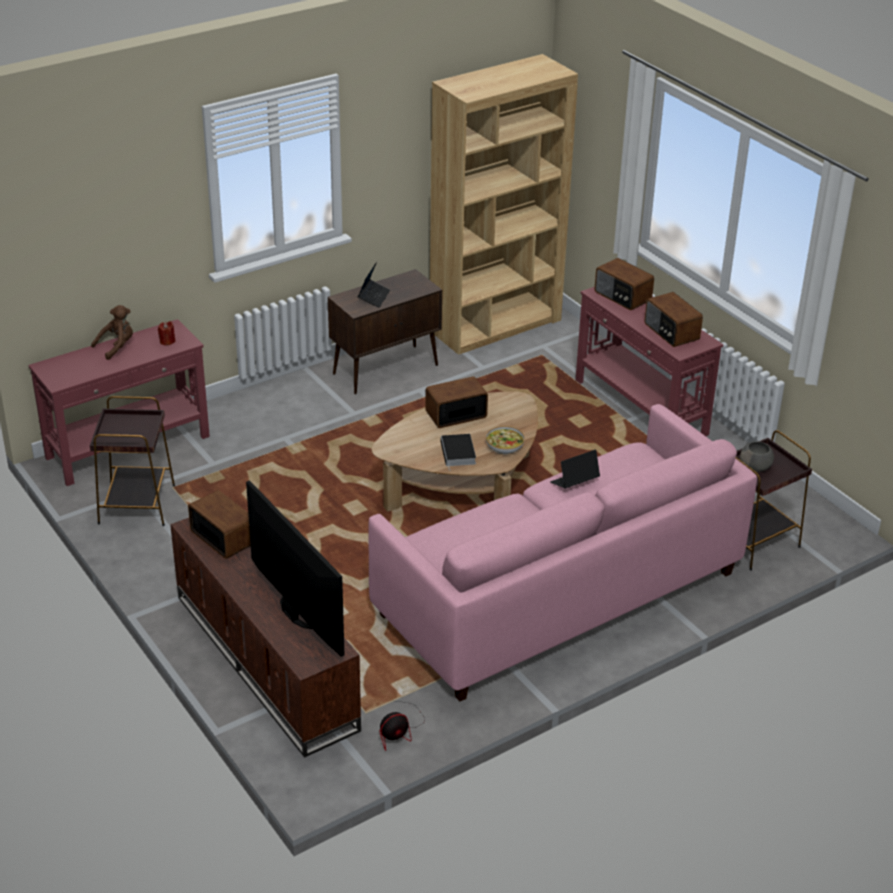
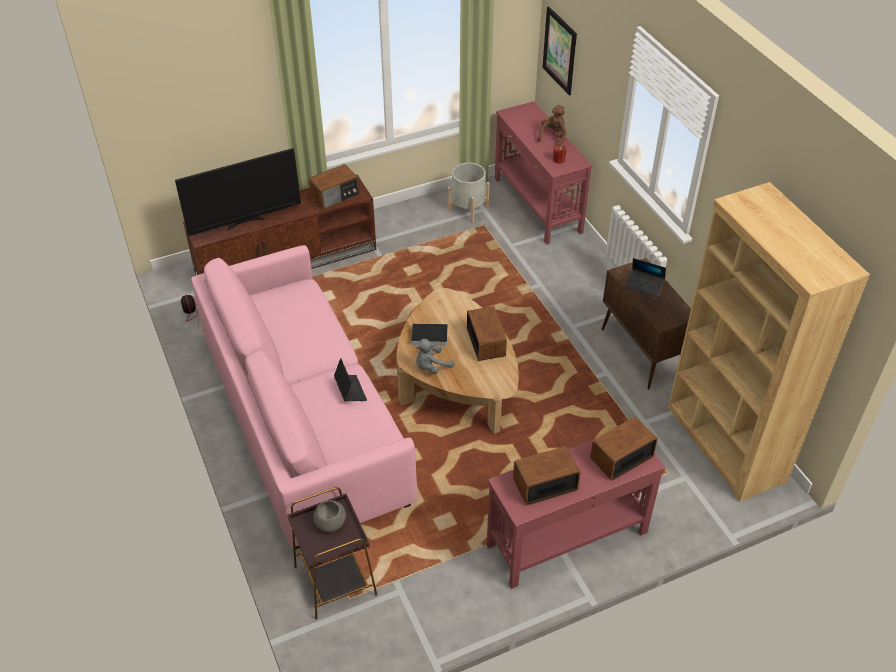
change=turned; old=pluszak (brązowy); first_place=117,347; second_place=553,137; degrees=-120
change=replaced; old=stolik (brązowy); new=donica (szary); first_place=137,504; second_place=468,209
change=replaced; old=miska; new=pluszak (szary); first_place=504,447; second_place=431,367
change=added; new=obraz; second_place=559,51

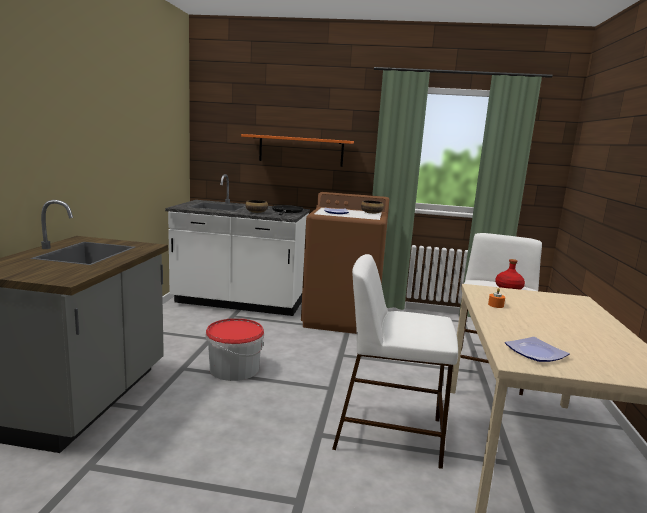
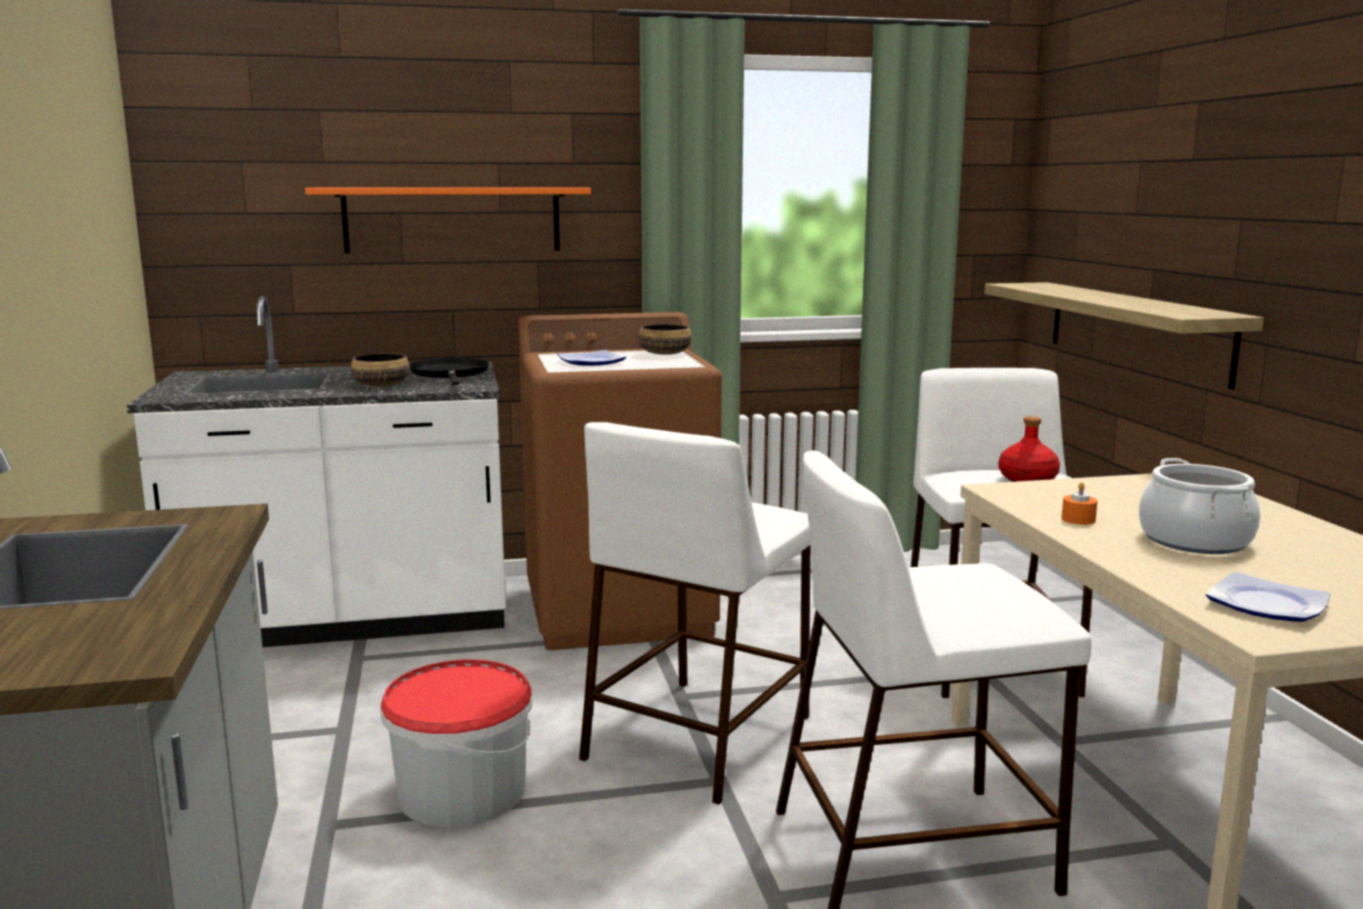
change=added; new=półka; second_place=1136,330
change=added; new=stołek (biały); second_place=699,735
change=added; new=garnek; second_place=1194,541

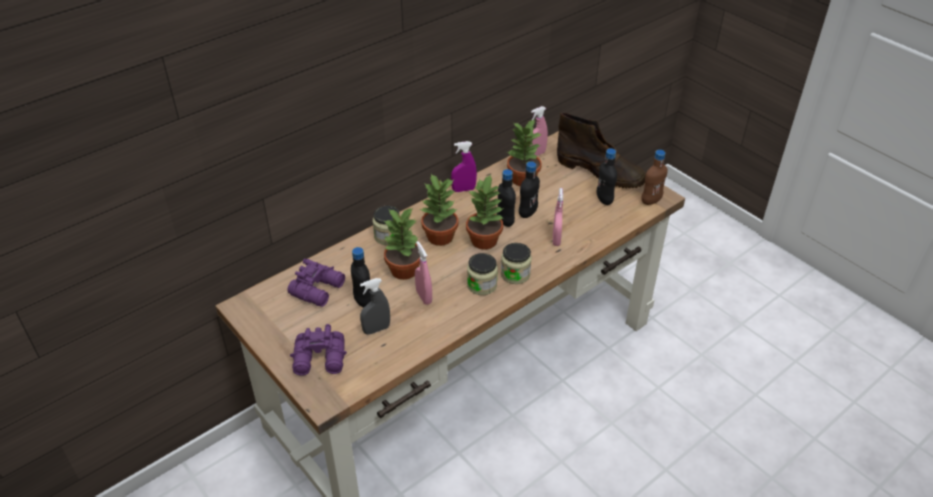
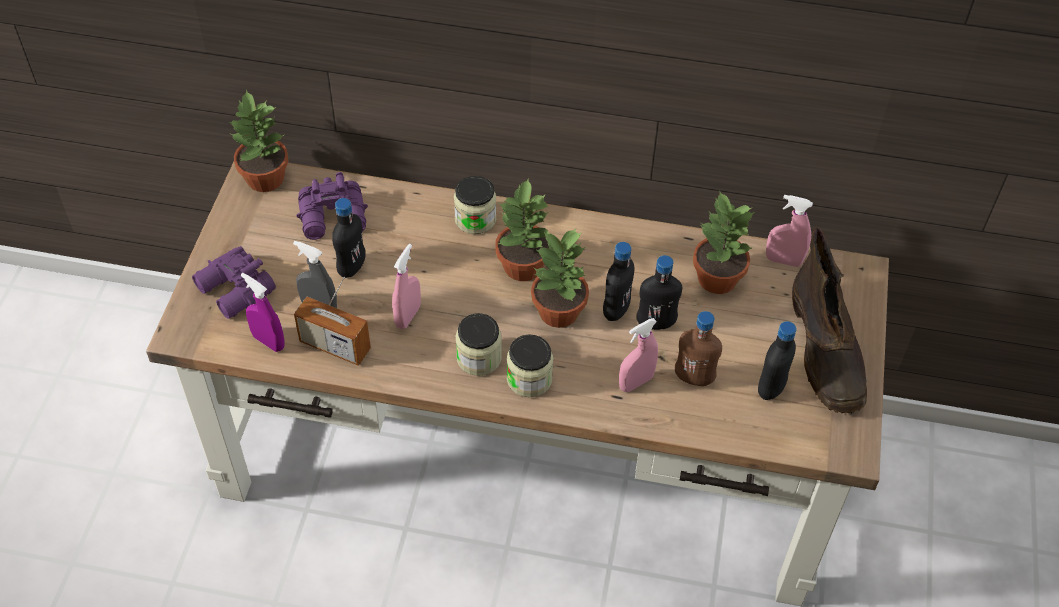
change=moved; old=spryskiwacz (fioletowy); first_place=463,189; second_place=268,341
change=moved; old=butelka (brązowy); first_place=651,201; second_place=694,378
change=moved; old=roślina doniczkowa; first_place=404,270; second_place=265,179
change=added; new=radio; second_place=335,346

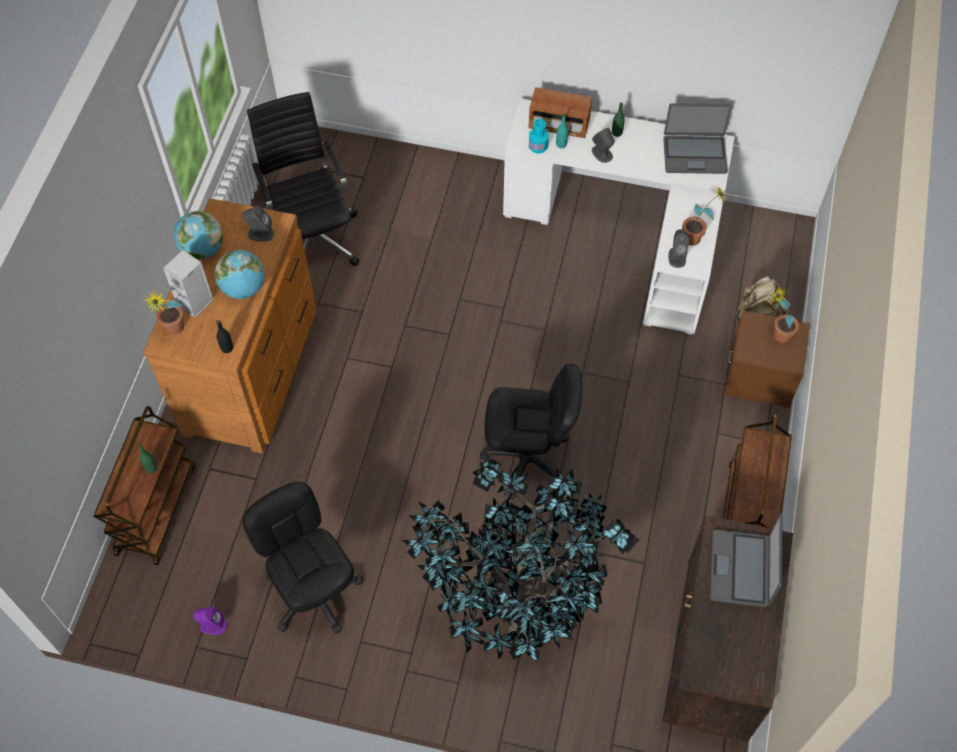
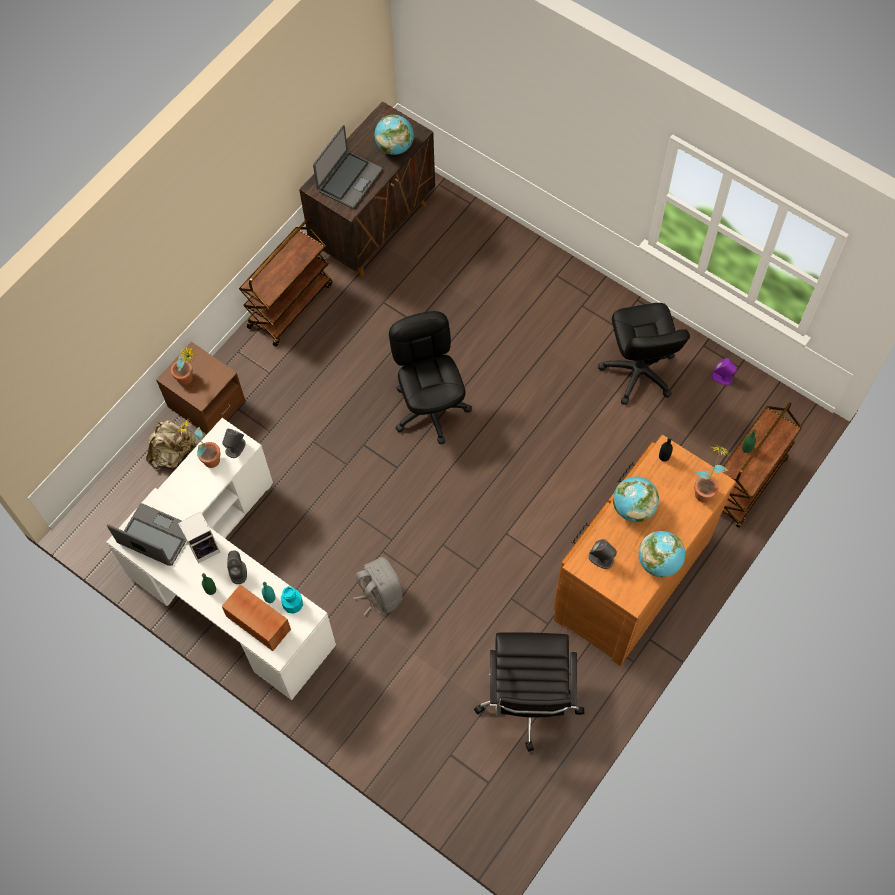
change=moved; old=głośnik; first_place=194,304; second_place=205,547
change=turned; old=krzesło biurowe (czarny); first_place=527,460; second_place=430,409; degrees=45
change=removed; old=roślina doniczkowa; first_place=516,617
change=added; new=globus; second_place=395,147
change=added; new=plecak (szary); second_place=380,594

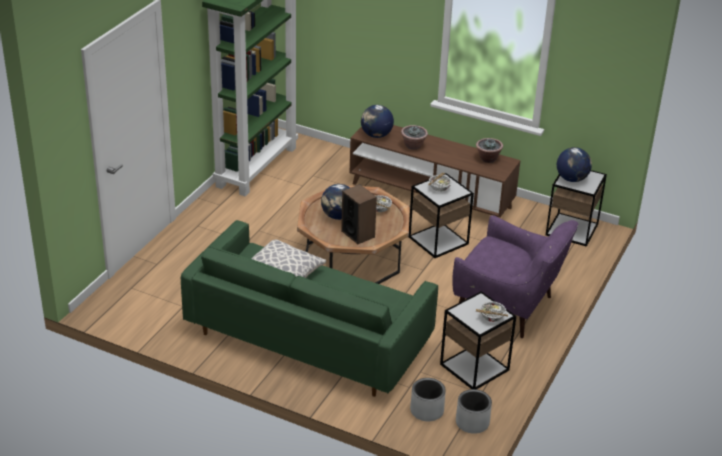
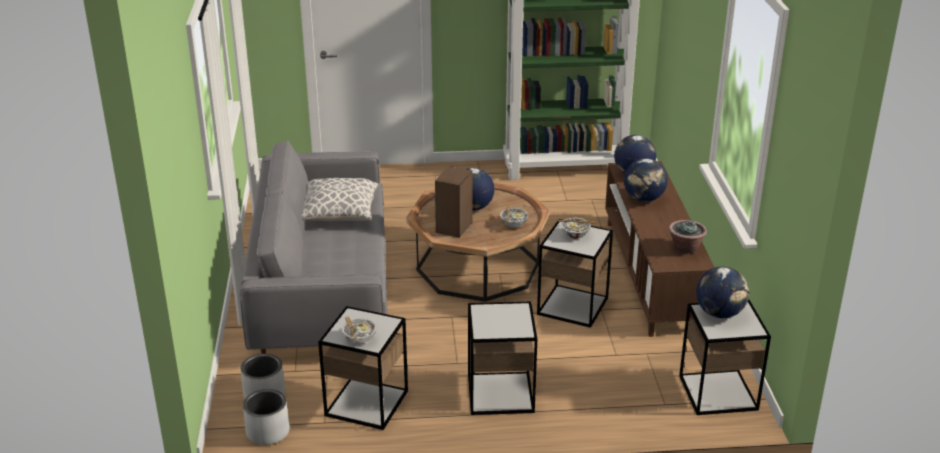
change=replaced; old=roślina doniczkowa; new=globus; first_place=413,146; second_place=644,199
change=replaced; old=fotel (fioletowy); new=stolik; first_place=509,308; second_place=500,393
change=recoloured; old=kanapa (zielony); new=kanapa (szary); first_place=309,337; second_place=323,287

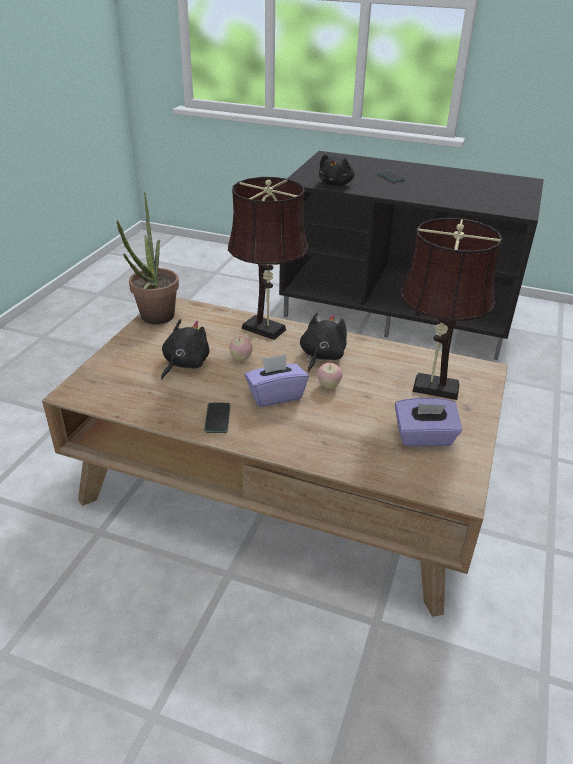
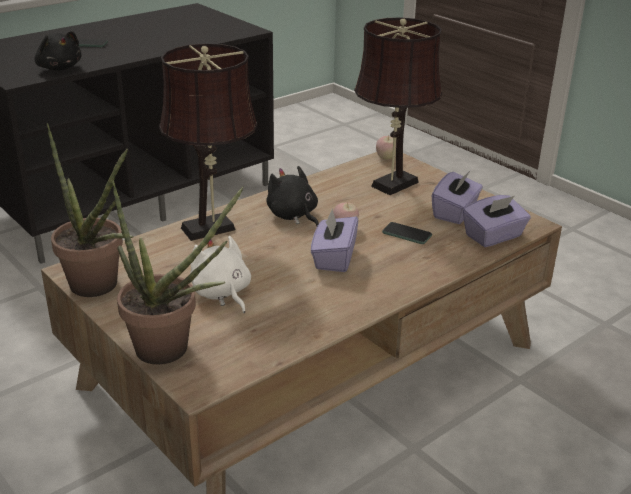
change=recoloured; old=pluszak (czarny); new=pluszak (biały); first_place=184,364; second_place=222,293
change=moved; old=jabłko; first_place=241,358; second_place=386,158
change=moved; old=telefon; first_place=217,418; second_place=407,234
change=added; new=roślina doniczkowa; second_place=173,350
change=added; new=pudełko chusteczek (fioletowy); second_place=494,236

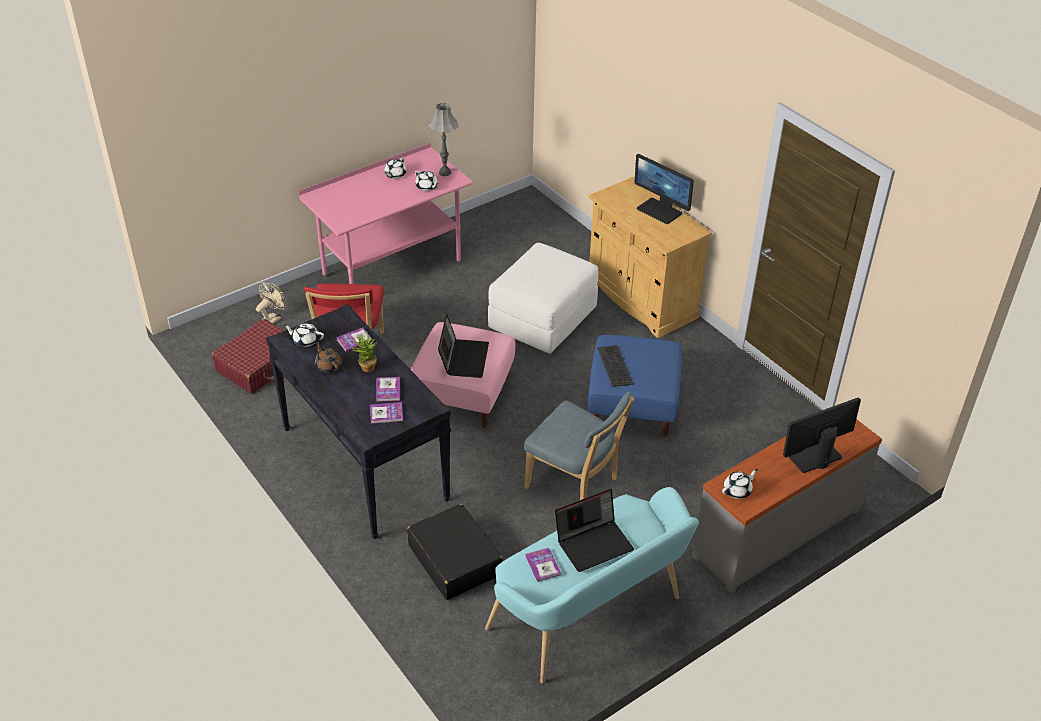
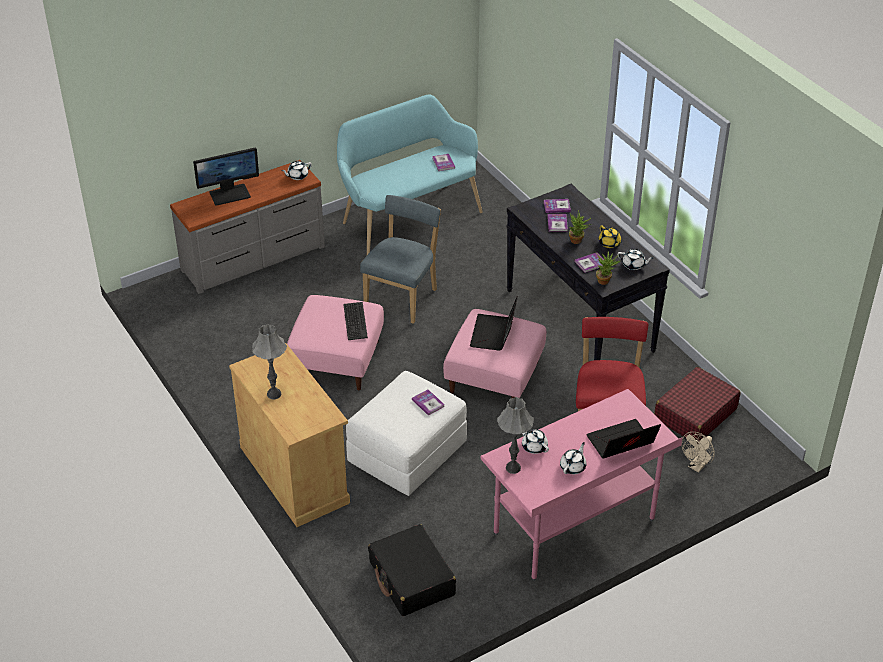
change=replaced; old=monitor; new=lampa stołowa (szary); first_place=660,211; second_place=274,394
change=recoloured; old=pufa (niebieski); new=pufa (różowy); first_place=633,404; second_place=336,360
change=recoloured; old=imbryk (brązowy); new=imbryk (żółty); first_place=328,366; second_place=609,243
change=turned; old=krzesło (niebieski); first_place=575,485; second_place=403,297; degrees=75
change=moved; old=laptop; first_place=594,543; second_place=621,443
change=moved; old=walizka (czarny); first_place=454,560; second_place=411,579
change=added; new=roślina doniczkowa; second_place=605,280
change=added; new=książka; second_place=428,403

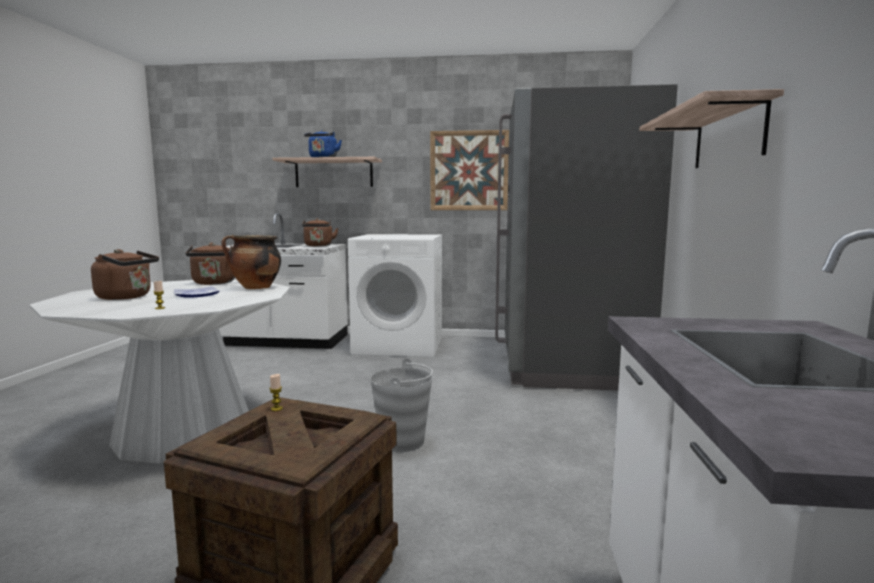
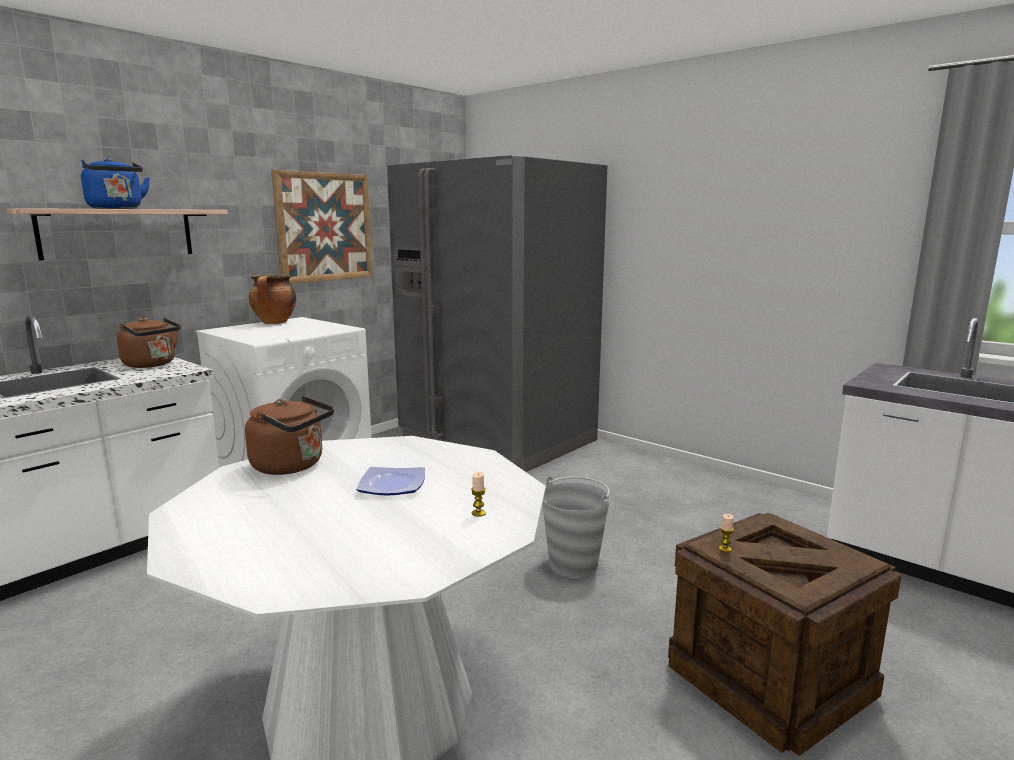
change=removed; old=półka; first_place=728,136
change=moved; old=garnek; first_place=255,288; second_place=275,323
change=removed; old=czajnik (brązowy); first_place=127,297

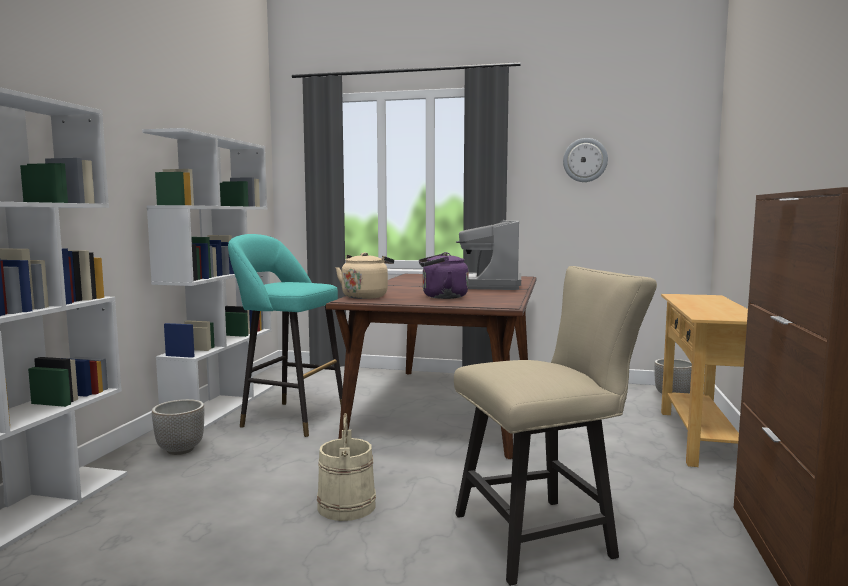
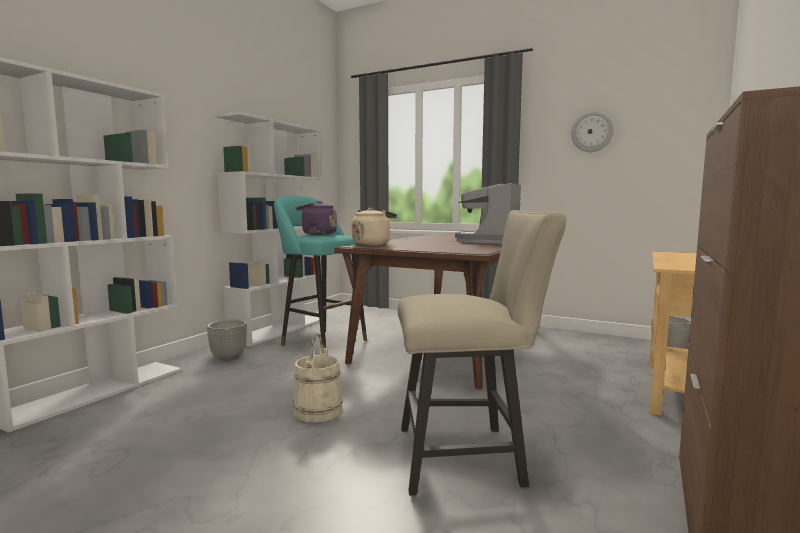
change=moved; old=czajnik (fioletowy); first_place=441,297; second_place=317,234

